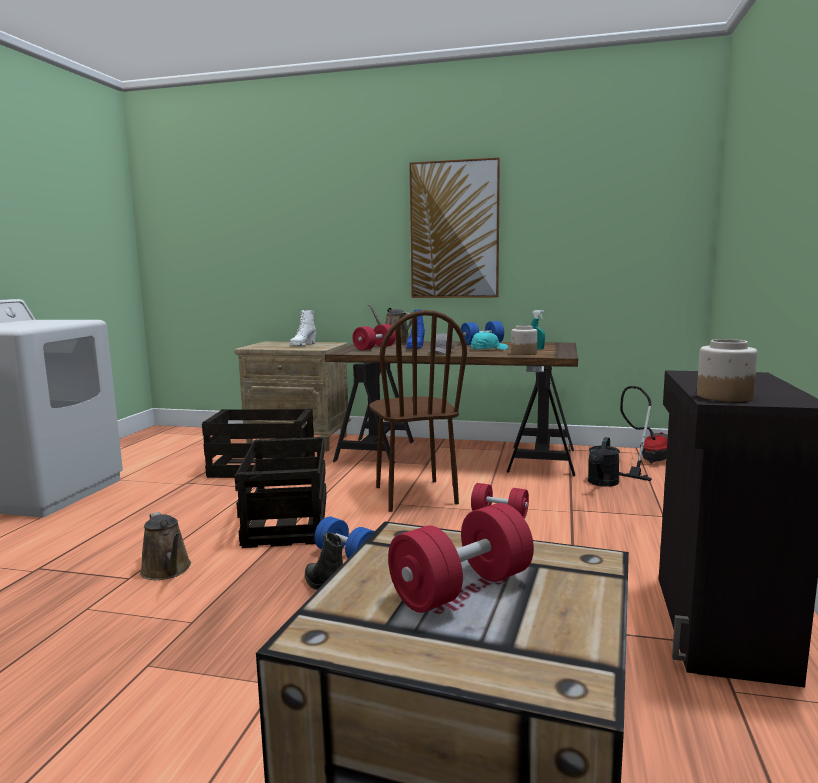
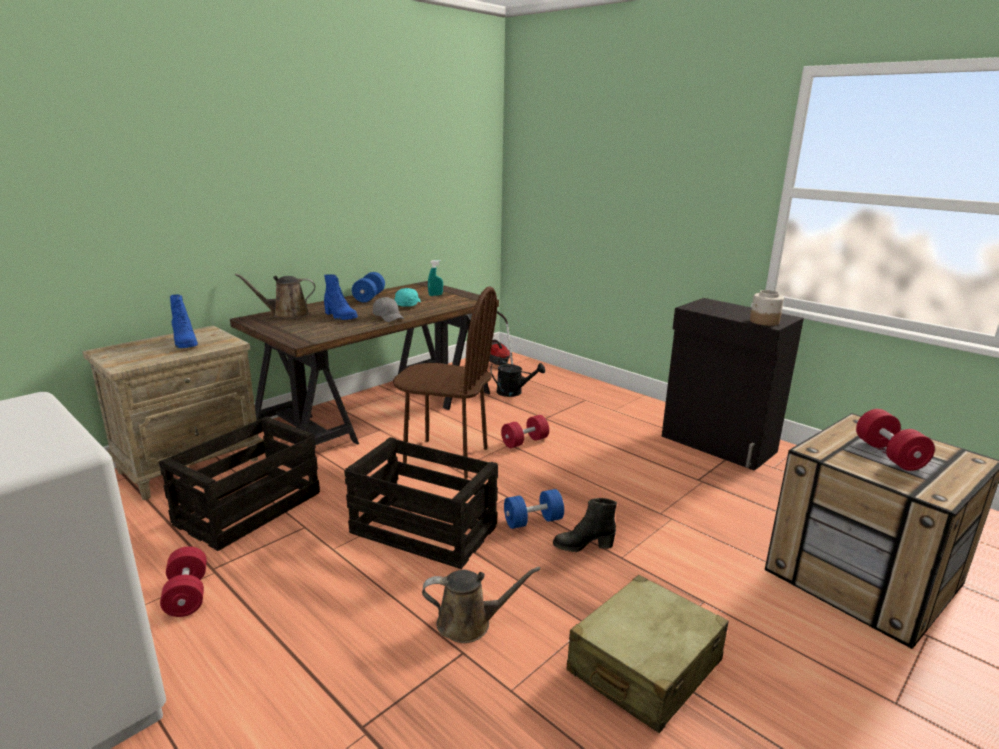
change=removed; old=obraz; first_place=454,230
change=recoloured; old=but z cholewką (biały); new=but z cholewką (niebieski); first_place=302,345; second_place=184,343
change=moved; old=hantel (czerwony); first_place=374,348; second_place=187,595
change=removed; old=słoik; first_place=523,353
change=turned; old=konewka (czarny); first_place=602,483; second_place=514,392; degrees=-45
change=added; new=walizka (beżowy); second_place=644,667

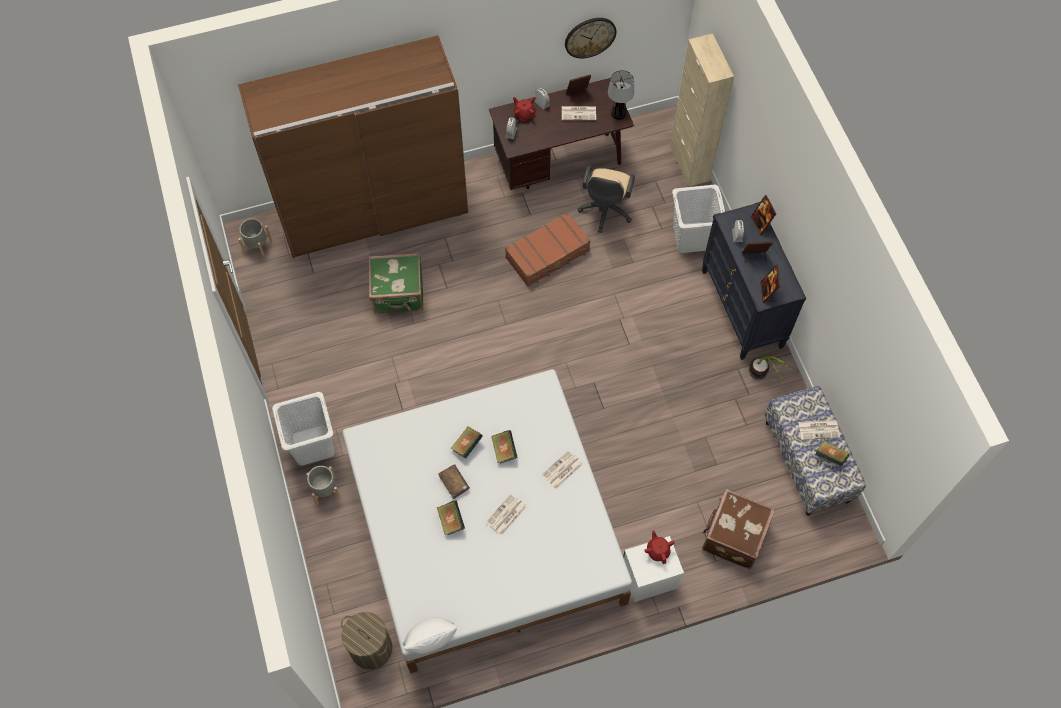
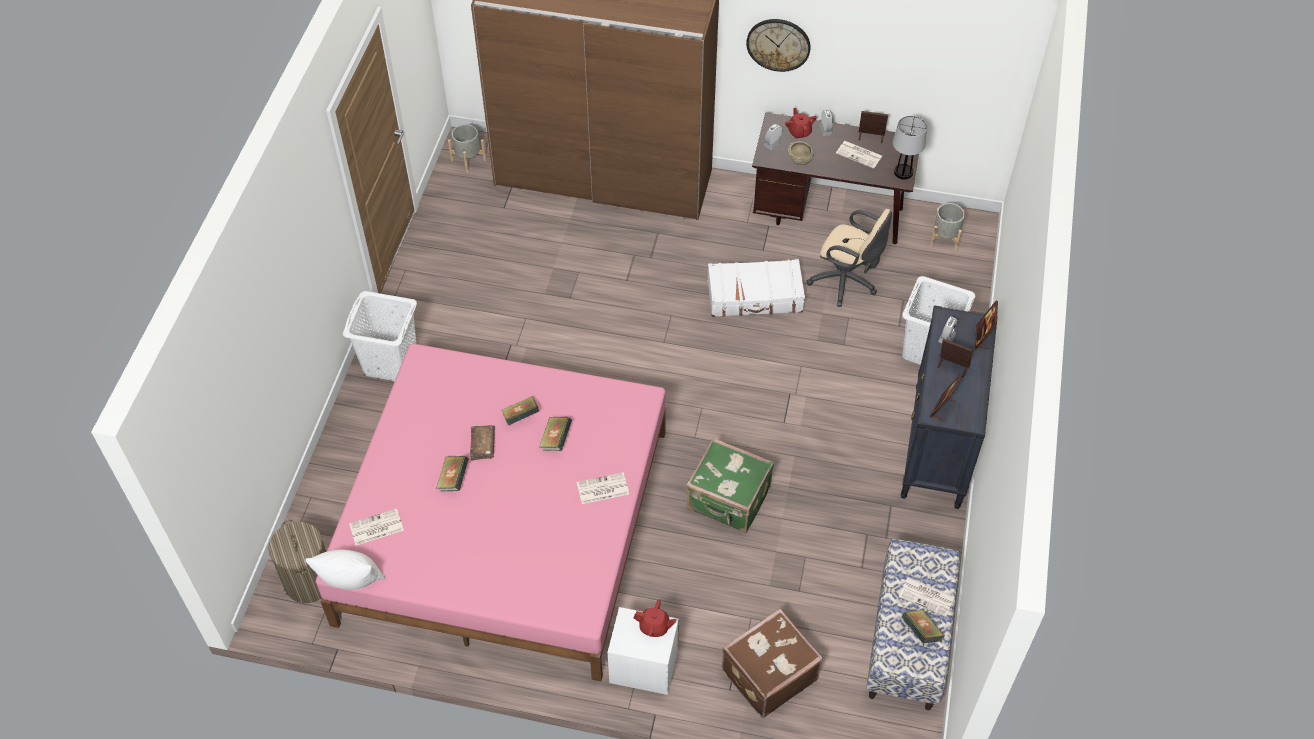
change=moved; old=zegar ścienny; first_place=590,37; second_place=778,44
change=removed; old=szafka (beżowy); first_place=689,163
change=turned; old=krzesło biurowe (beżowy); first_place=605,212; second_place=846,282; degrees=-105
change=recoloured; old=walizka (brązowy); new=walizka (biały); first_place=548,254; second_place=755,296
change=moved; old=walizka (zielony); first_place=398,294; second_place=728,500
change=removed; old=roślina doniczkowa; first_place=764,380
change=recoloured; old=łóżko (biały); new=łóżko (różowy); first_place=484,527; second_place=504,525
change=moved; old=donica (szary); first_place=325,490; second_place=944,239
change=moved; old=gazeta; first_place=506,515; second_place=376,528
change=turned; old=imbryk (czerwony); first_place=658,551; second_place=654,627; degrees=90
change=added; new=miska (beżowy); second_place=799,158

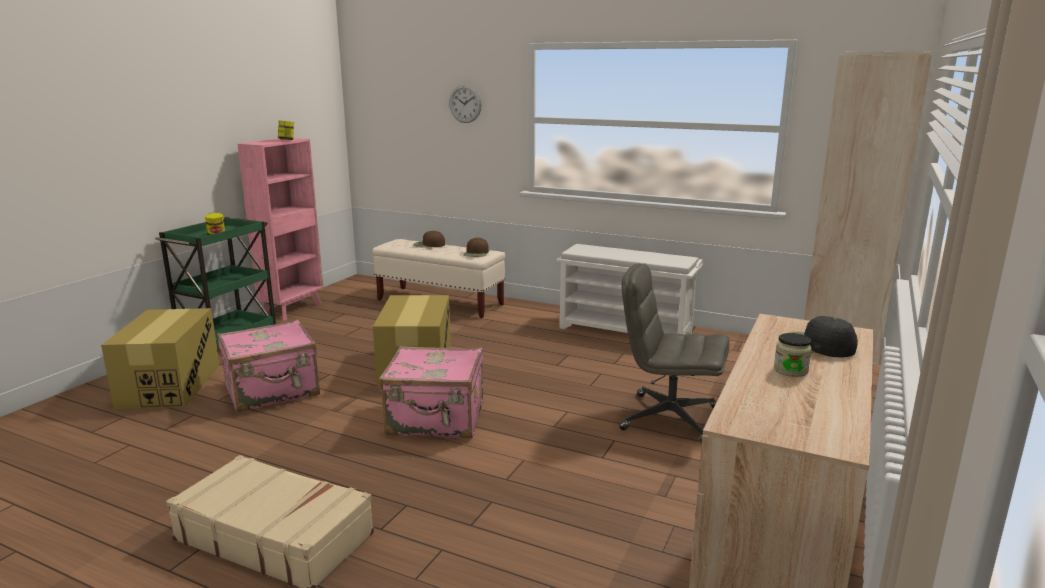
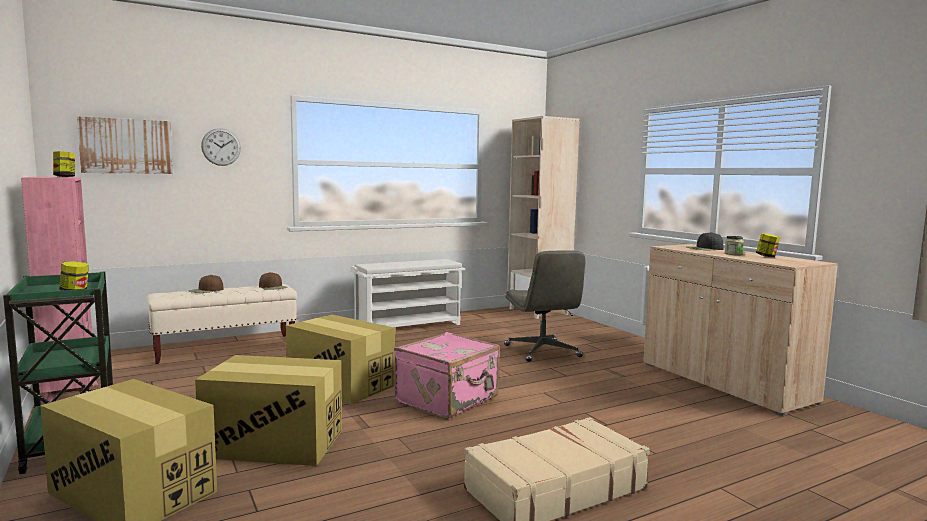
change=turned; old=krzesło biurowe (szary); first_place=668,418; second_place=542,351; degrees=-75
change=replaced; old=walizka (różowy); new=karton; first_place=273,392; second_place=273,443
change=added; new=obraz; second_place=126,146
change=added; new=słoik; second_place=766,256

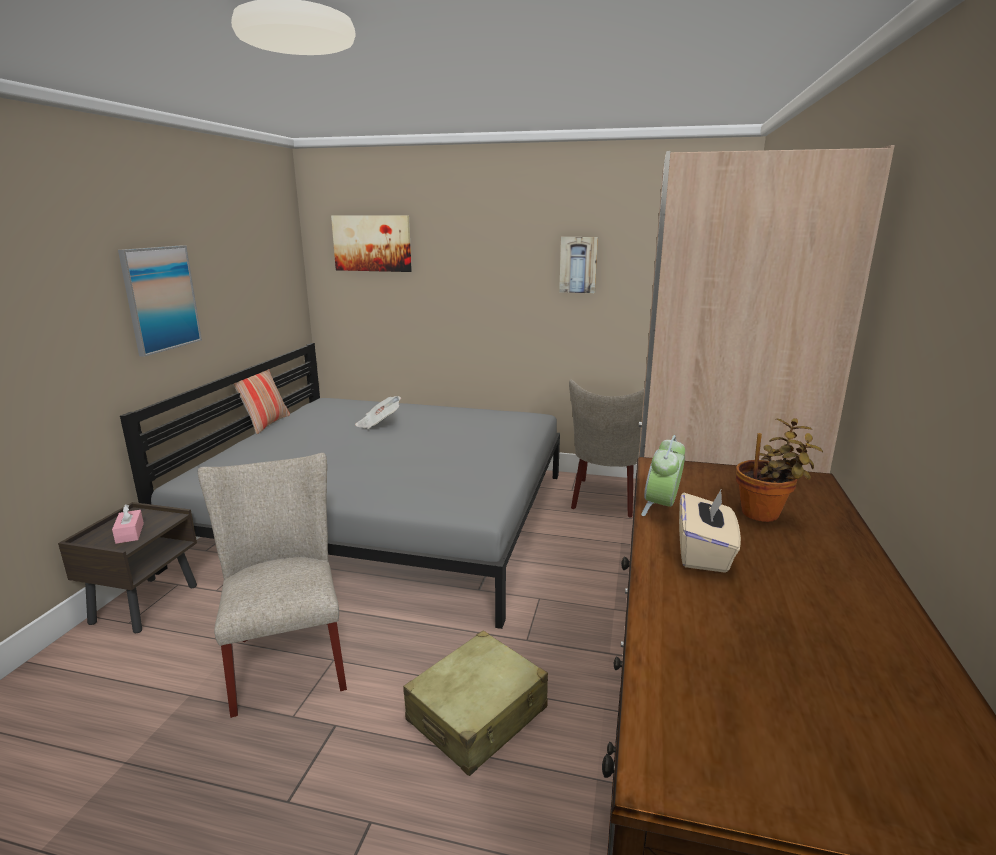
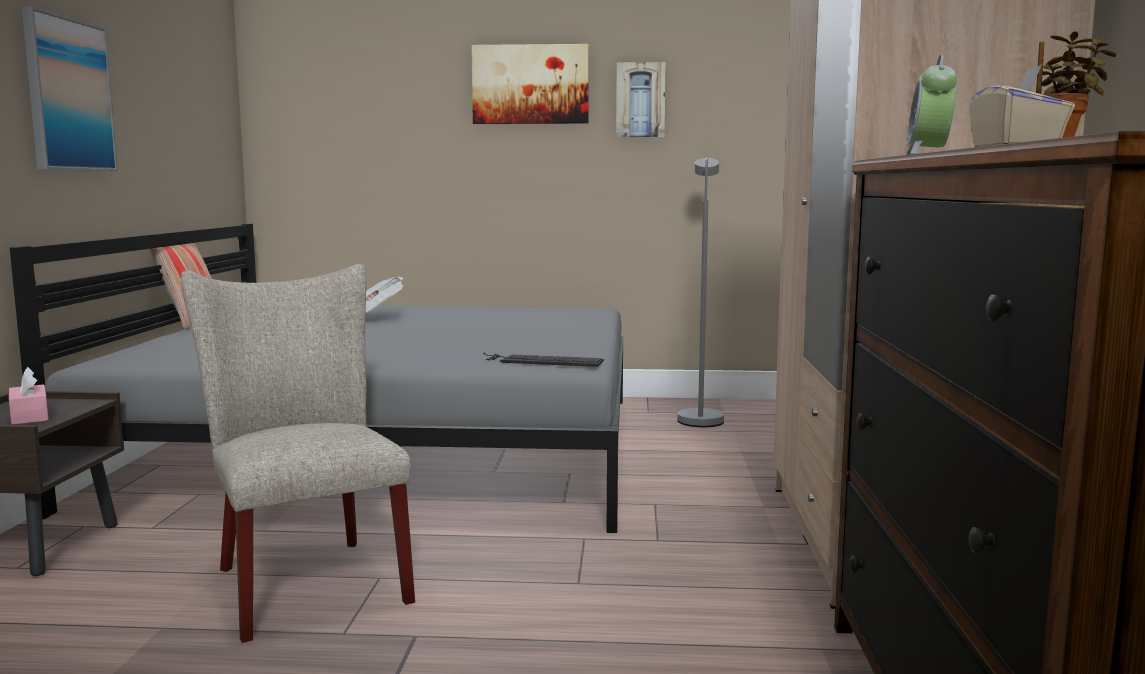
change=moved; old=obraz; first_place=372,243; second_place=530,84
change=replaced; old=krzesło (beżowy); new=lampa stojąca (szary); first_place=606,500; second_place=700,418
change=removed; old=walizka (beżowy); first_place=477,715
change=added; new=klawiatura; second_place=540,361

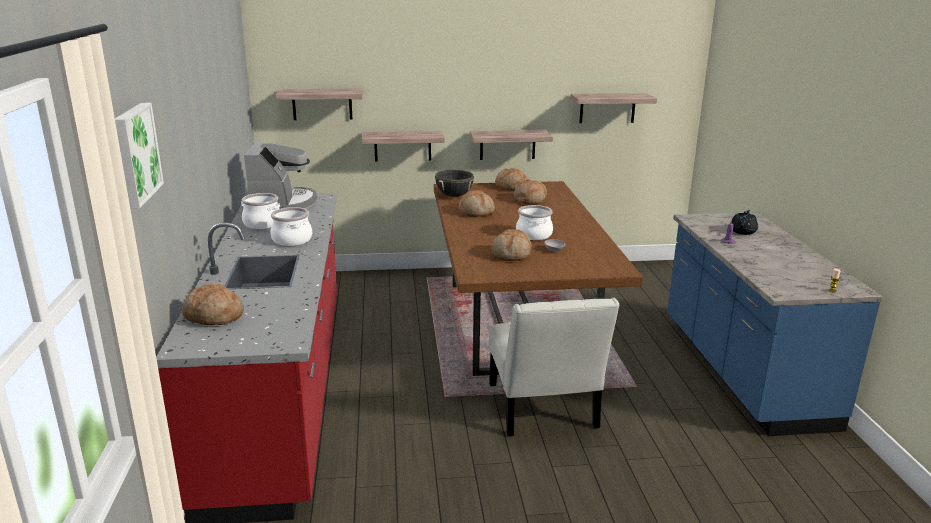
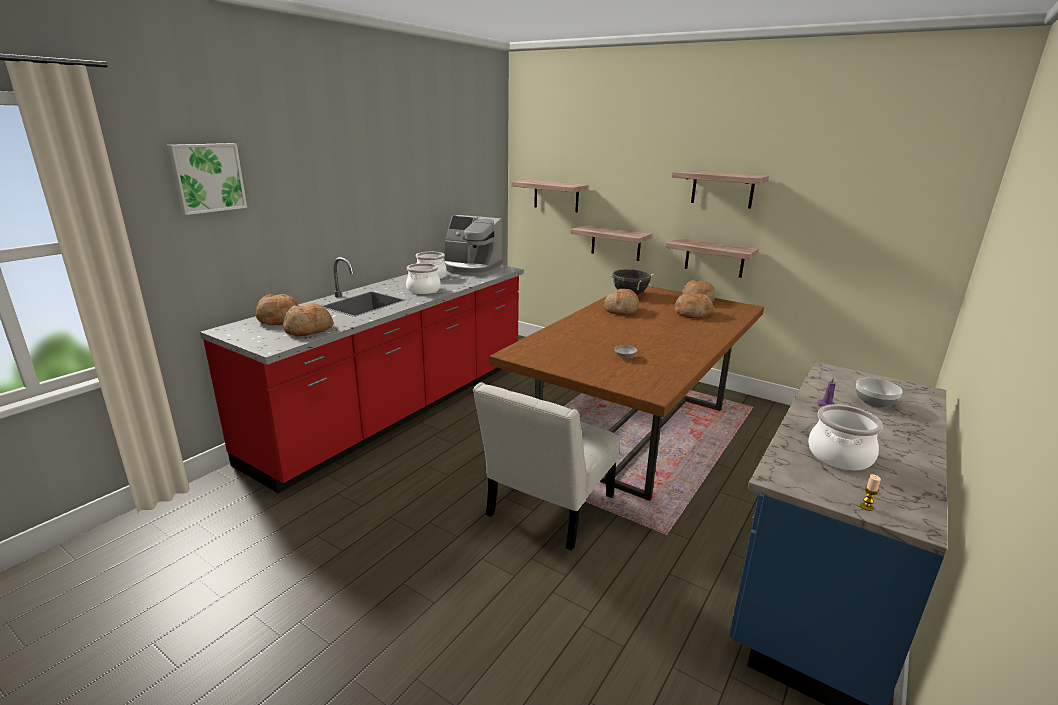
change=moved; old=półka; first_place=607,108; second_place=722,189
change=turned; old=ekspres do kawy; first_place=282,204; second_place=470,268; degrees=75
change=moved; old=garnek; first_place=533,235; second_place=838,456
change=replaced; old=imbryk (czarny); new=miska; first_place=743,231; second_place=874,402
change=moved; old=chleb; first_place=511,254; second_place=309,329

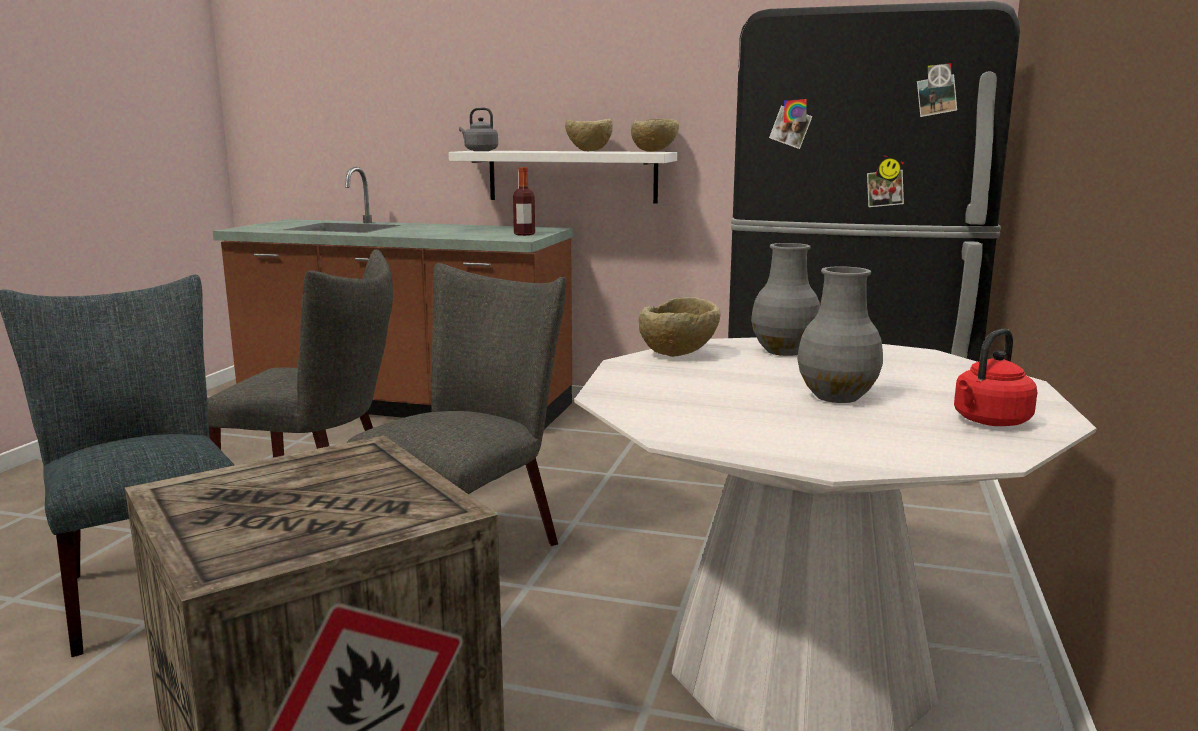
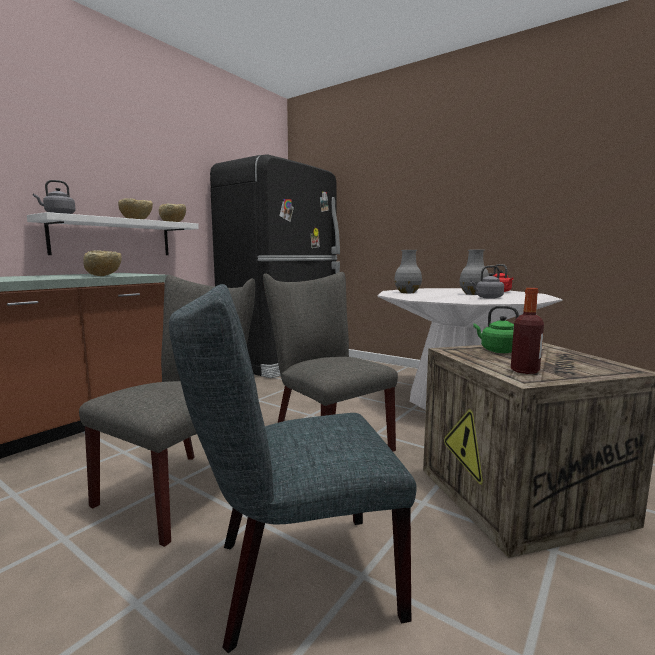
change=moved; old=butelka; first_place=524,234; second_place=524,371
change=moved; old=miska (beżowy); first_place=678,355; second_place=104,276
change=added; new=czajnik (szary); second_place=487,298
change=added; new=czajnik (zielony); second_place=497,351

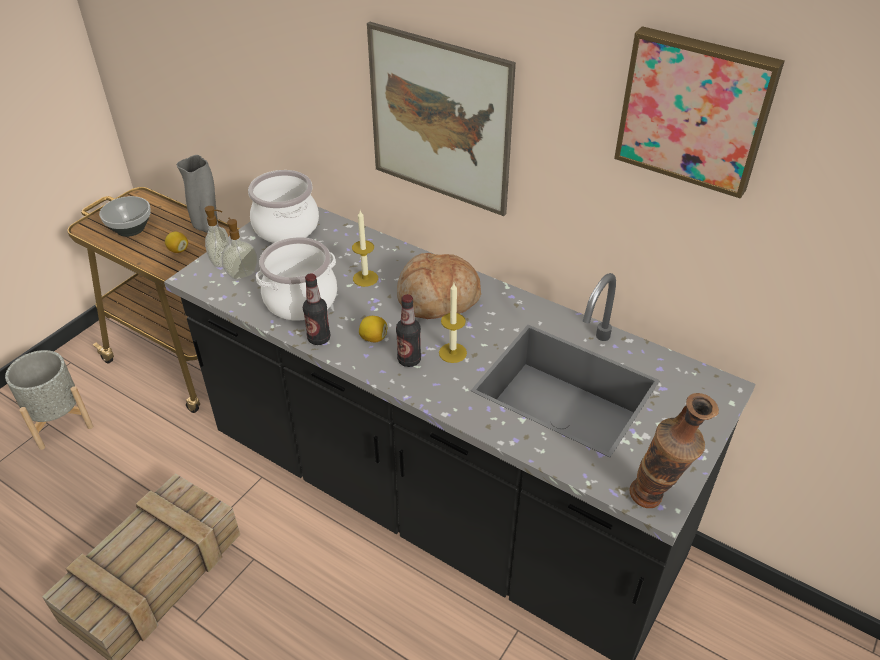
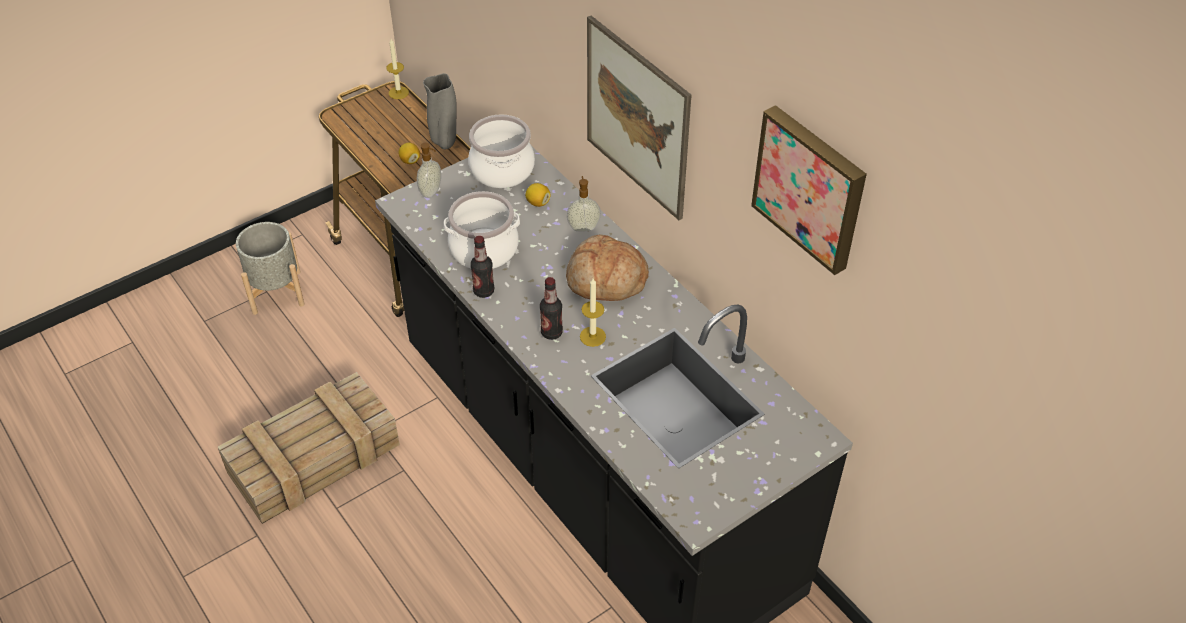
change=removed; old=miska; first_place=131,229
change=moved; old=świeca; first_place=365,278; second_place=398,93
change=moved; old=dozownik mydła; first_place=242,274; second_place=583,227
change=moved; old=cytryna; first_place=373,338; second_place=538,203
change=removed; old=wazon; first_place=655,502

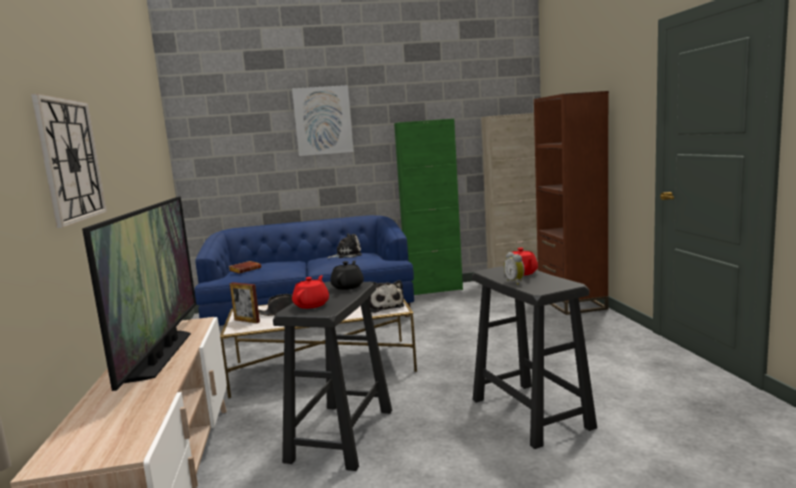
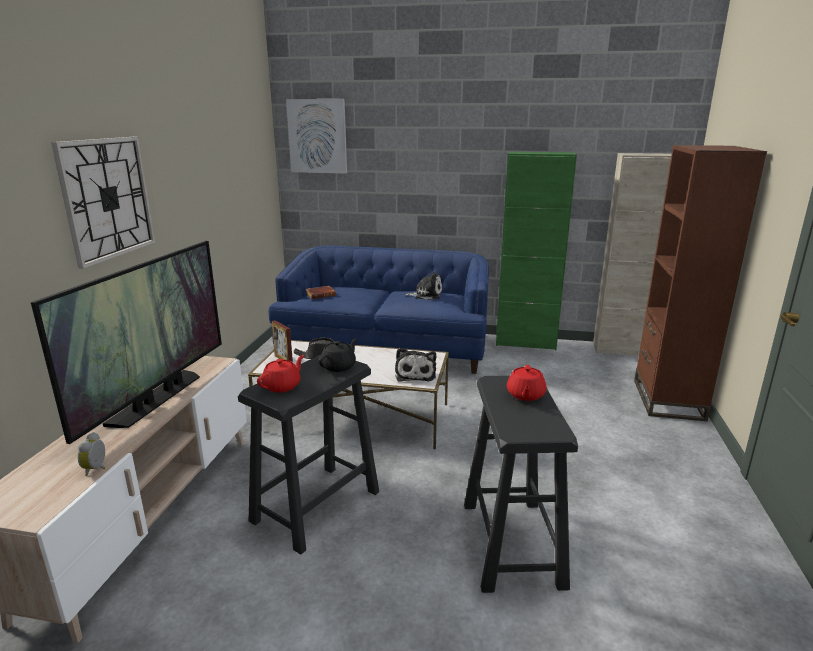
change=moved; old=obraz; first_place=323,120; second_place=317,136
change=moved; old=budzik; first_place=515,282; second_place=97,469

